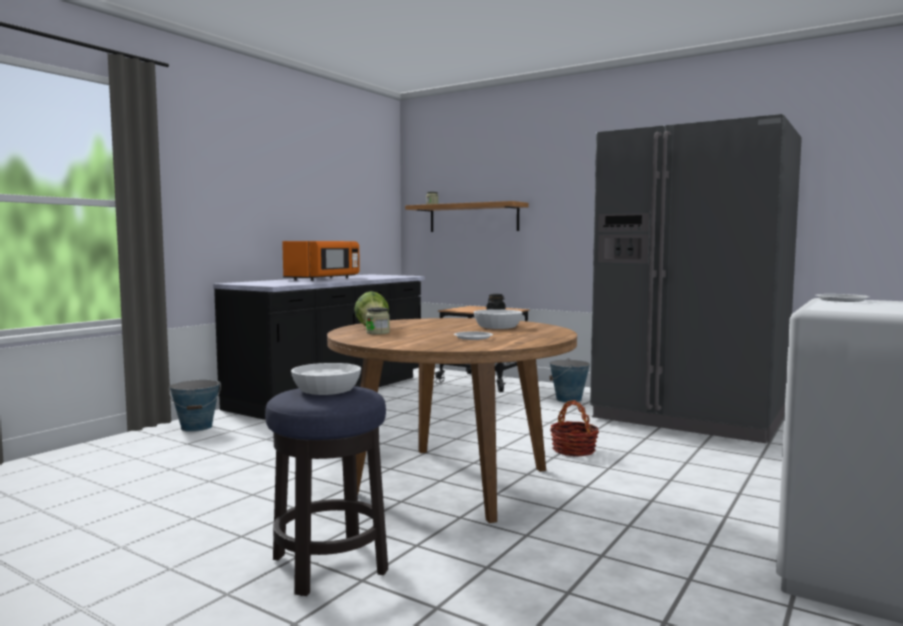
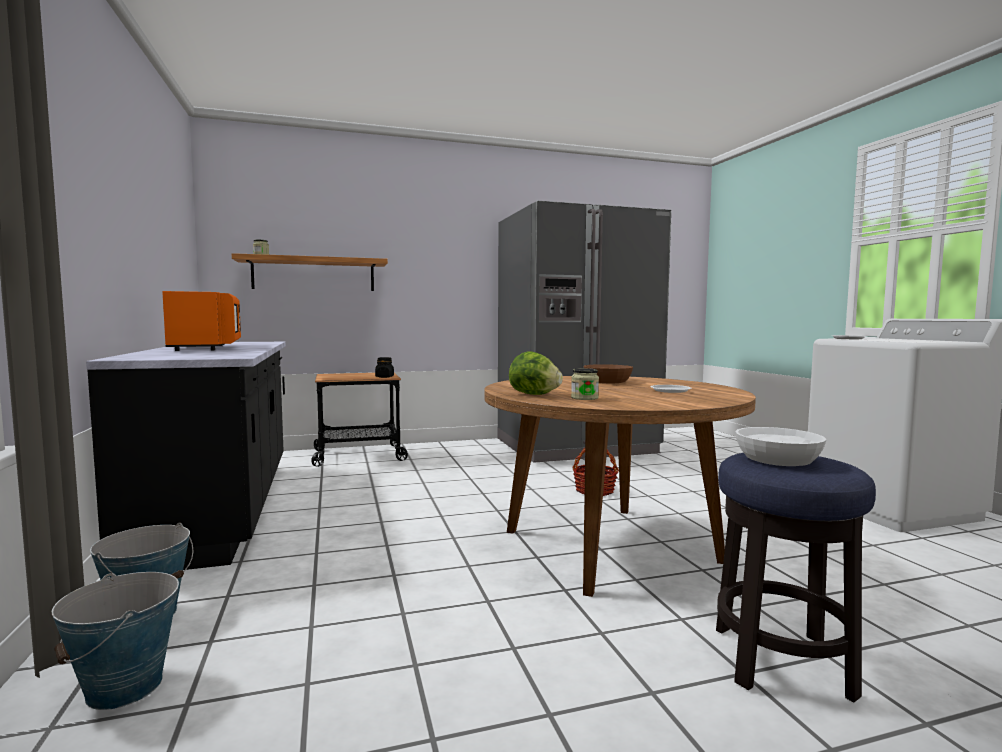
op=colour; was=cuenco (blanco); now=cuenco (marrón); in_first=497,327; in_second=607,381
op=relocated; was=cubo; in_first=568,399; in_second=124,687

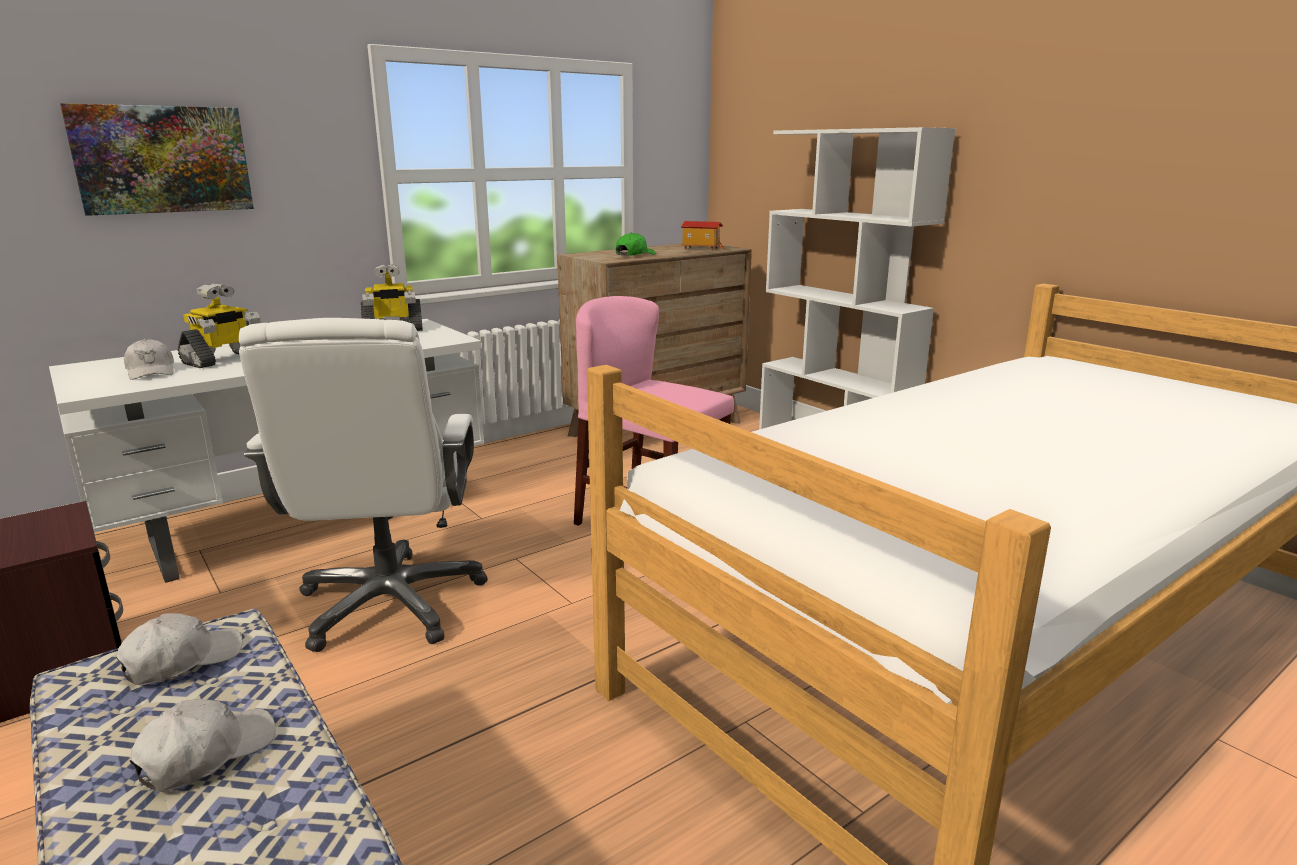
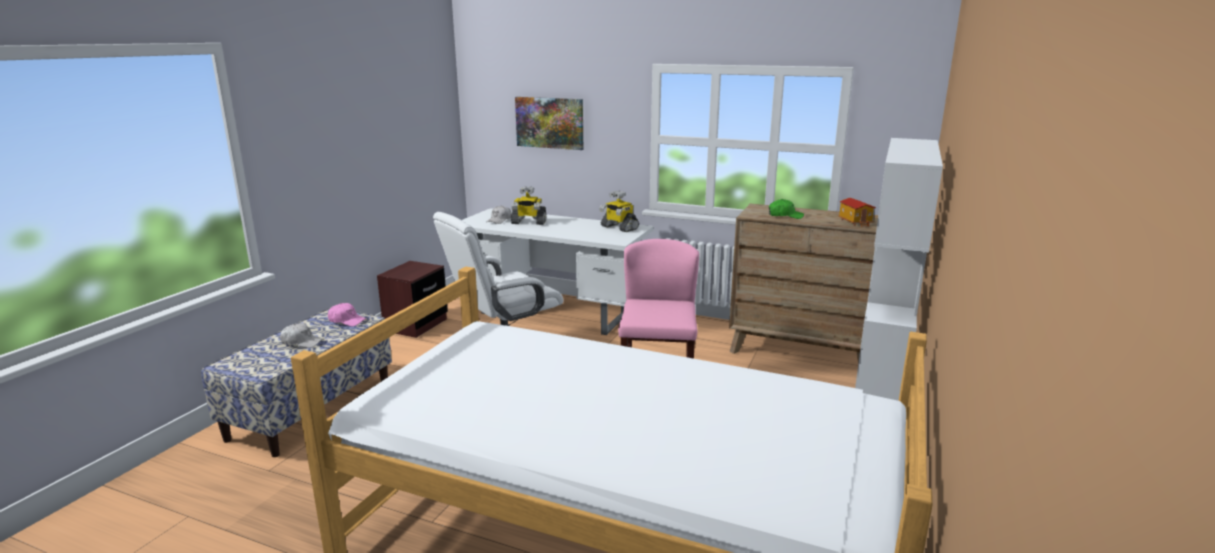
op=colour; was=gorra (blanco); now=gorra (rosa); in_first=182,661; in_second=347,320

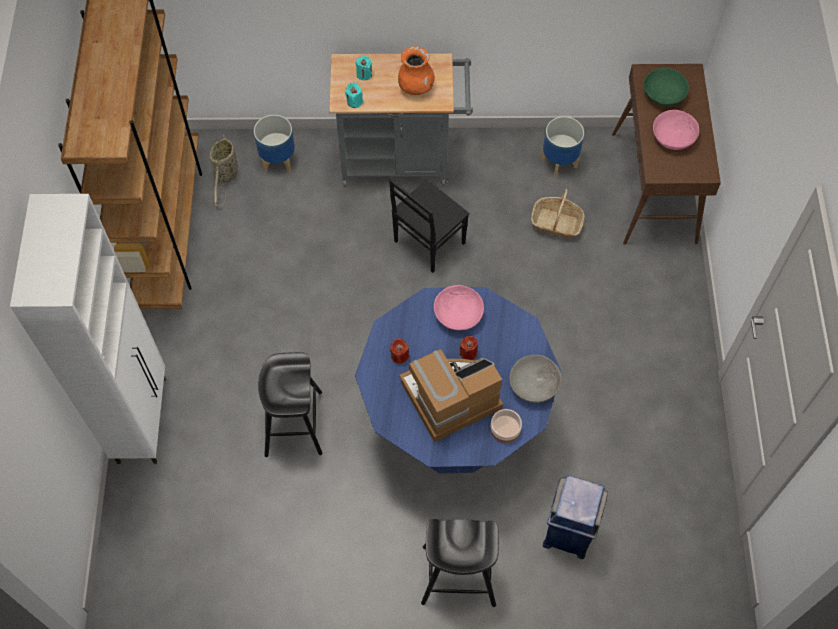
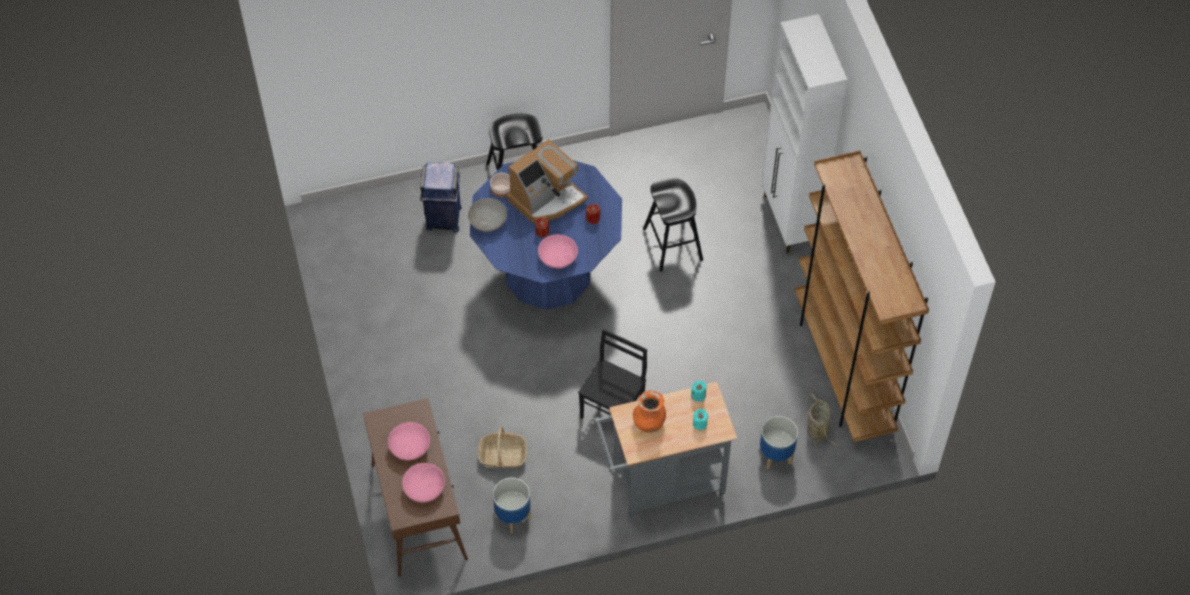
op=colour; was=cuenco (verde); now=cuenco (rosa); in_first=663,95; in_second=424,488

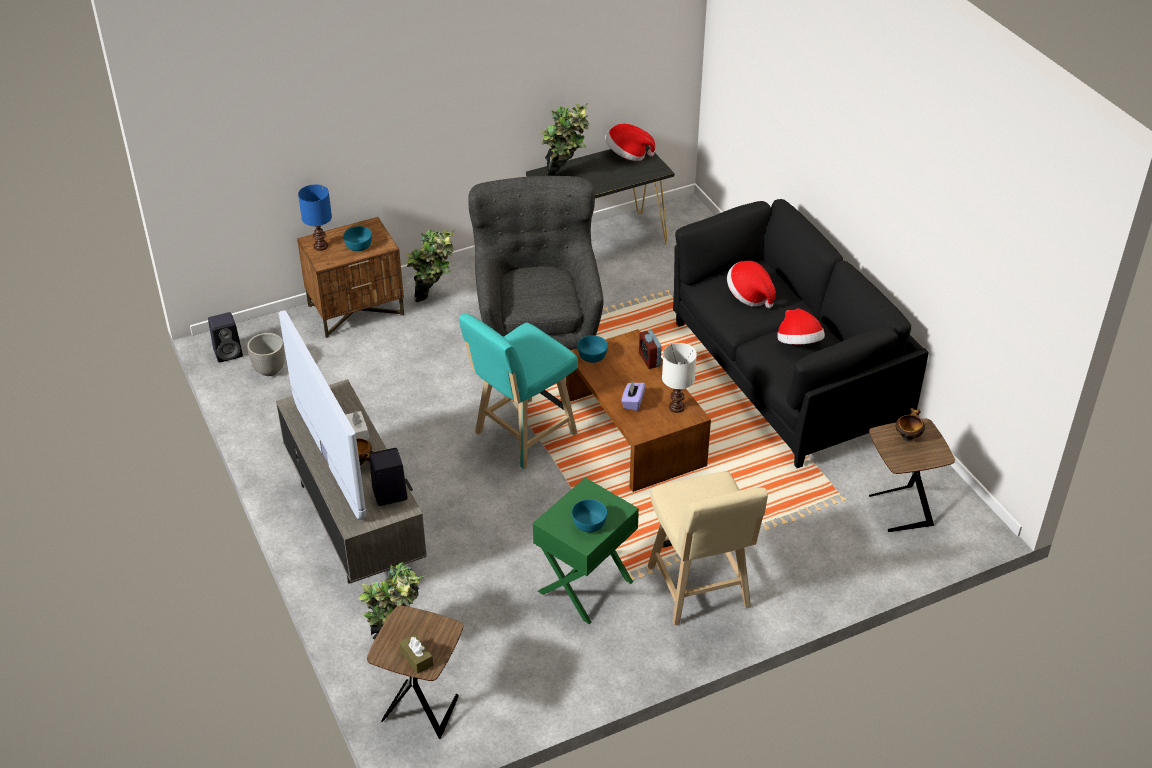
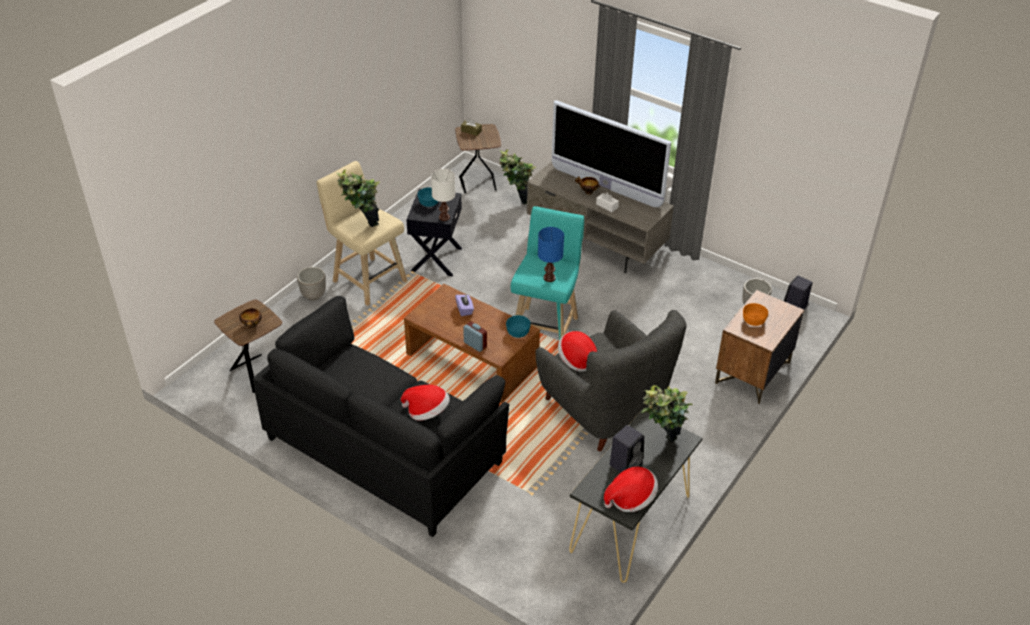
op=relocated; was=lámpara de mesa (azul); in_first=321,246; in_second=549,278
op=colour; was=cuenco (turquesa); now=cuenco (naranja); in_first=358,245; in_second=754,320
op=relocated; was=planta en maceta; in_first=434,299; in_second=363,227
op=relocated; was=sombrero; in_first=798,344; in_second=578,361
op=relocated; was=lámpara de mesa (blanco); in_first=677,407; in_second=444,217
op=relocated; was=altavoz (negro); in_first=388,494; in_second=626,463
op=colour; was=mesa auxiliar (verde); now=mesa auxiliar (negro); in_first=586,587; in_second=435,259
op=appeared; now=maceta; in_second=313,296

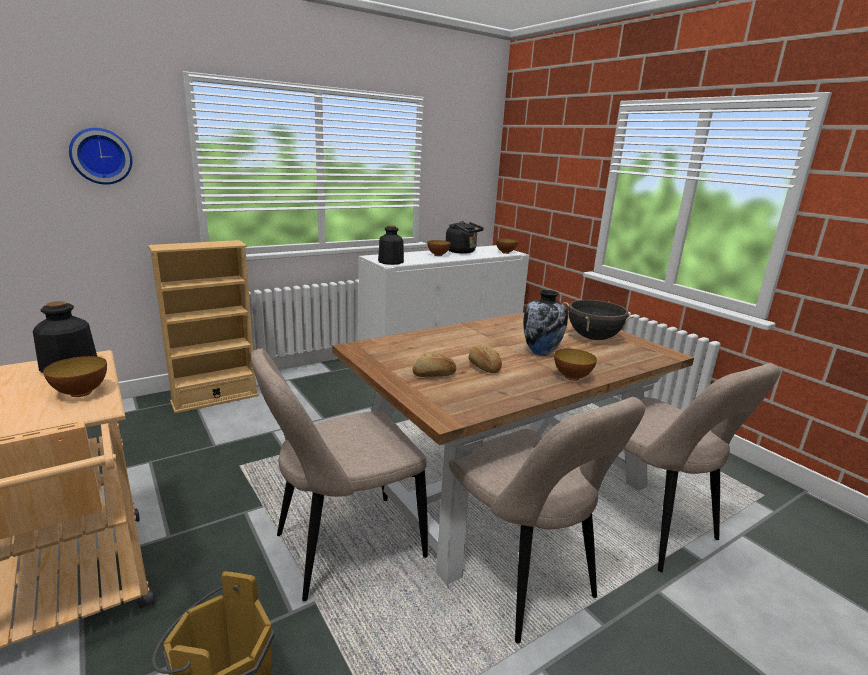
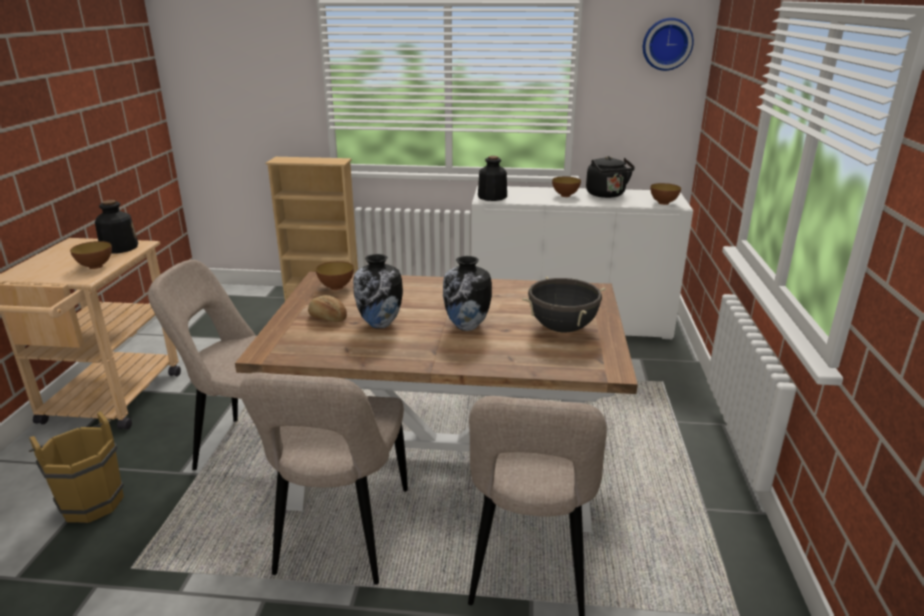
op=relocated; was=reloj de pared; in_first=101,156; in_second=667,44
op=exchanged; was=pan; now=florero; in_first=483,367; in_second=380,324
op=relocated; was=cuenco; in_first=572,377; in_second=336,287

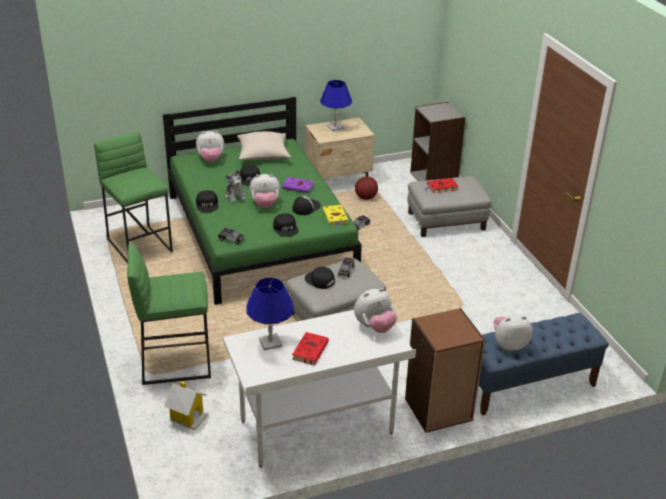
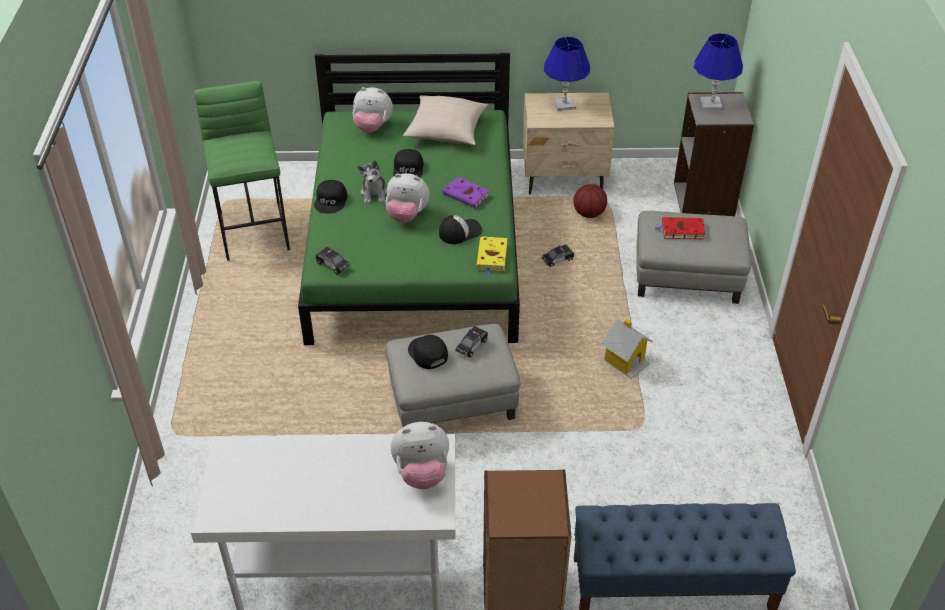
op=missing; was=gorra (negro); in_first=286,228
op=missing; was=taburete (verde); in_first=176,362
op=relocated; was=lámpara de mesa (azul); in_first=270,343; in_second=711,104
op=missing; was=peluche; in_first=509,344
op=missing; was=libro (rojo); in_first=310,350
op=relocated; was=casita; in_first=188,417; in_second=625,361

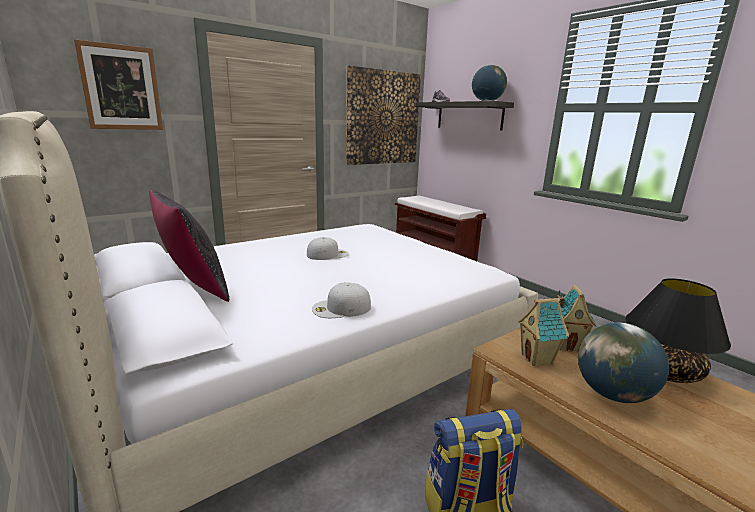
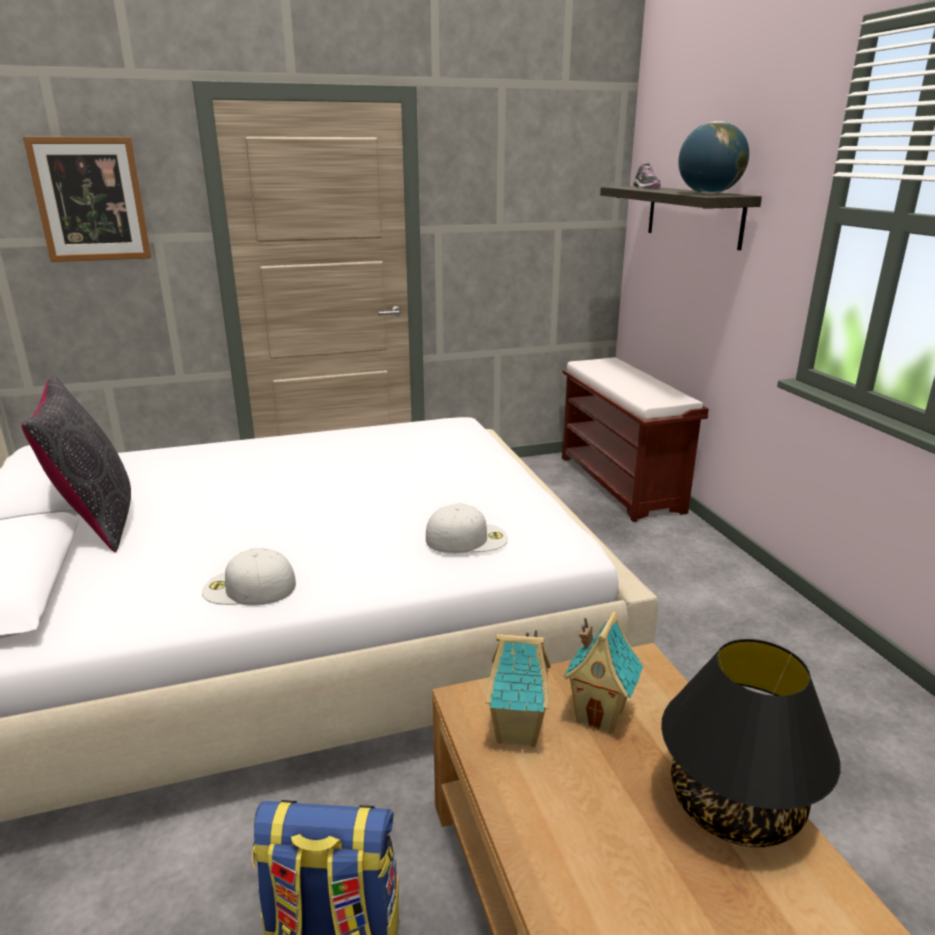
op=missing; was=cuadro; in_first=383,118
op=relocated; was=gorra (blanco); in_first=328,254; in_second=467,538
op=missing; was=globo terráqueo; in_first=613,394

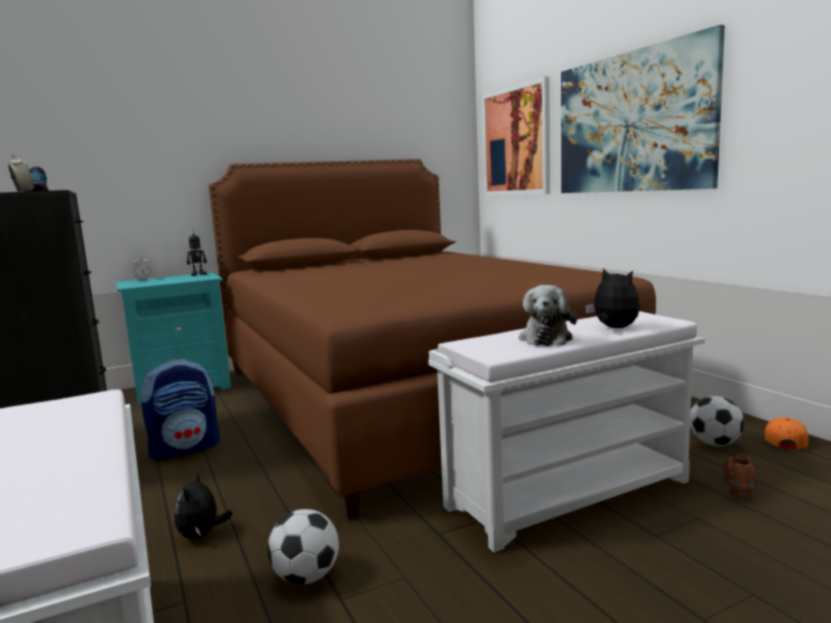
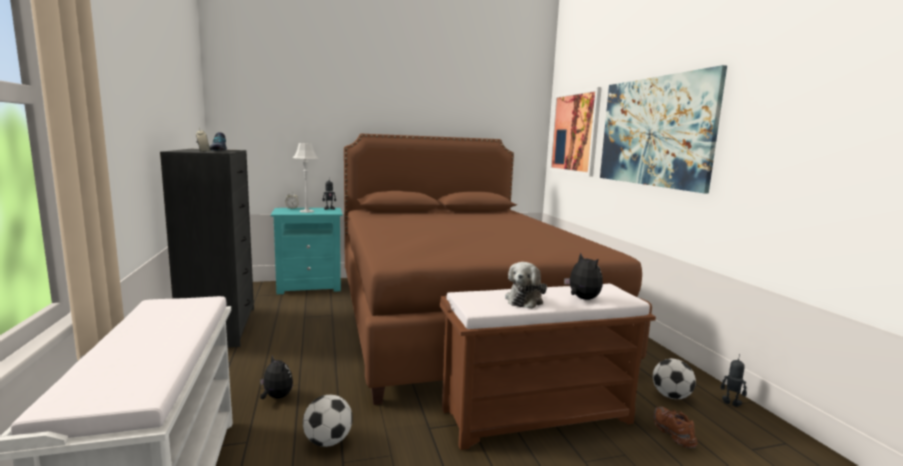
op=colour; was=banco (blanco); now=banco (marrón); in_first=570,493; in_second=537,415
op=missing; was=mochila; in_first=185,448
op=exchanged; was=gorra (naranja); now=robot de juguete; in_first=784,440; in_second=731,403
op=spun; was=zapato (marrón); in_first=739,484; in_second=672,433; clockwise=-45
op=spun; was=peluche; in_first=201,535; in_second=276,397; clockwise=120
op=appeared; now=lámpara de mesa (gris); in_second=306,211

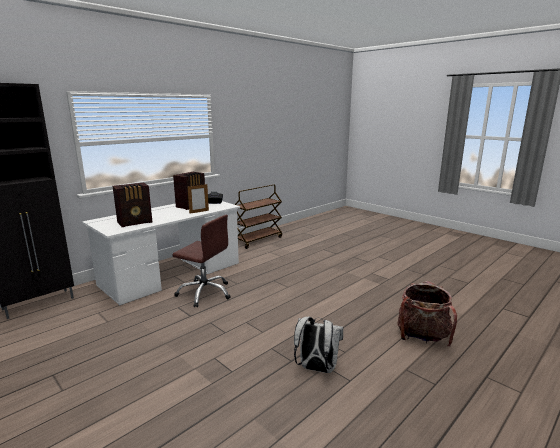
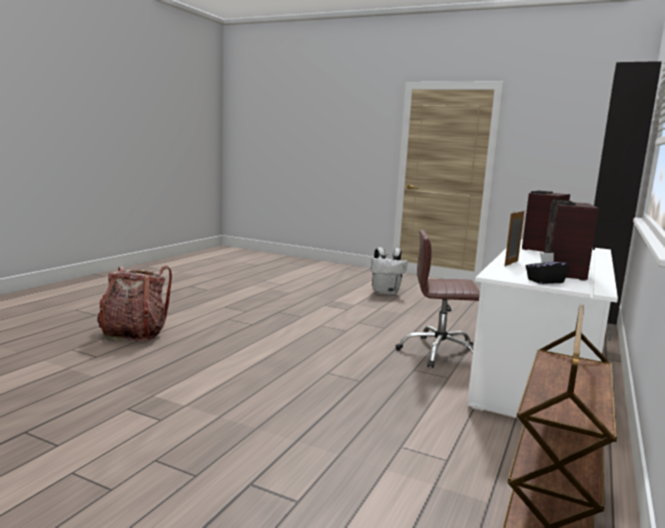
op=relocated; was=mochila (blanco); in_first=316,368; in_second=386,293

